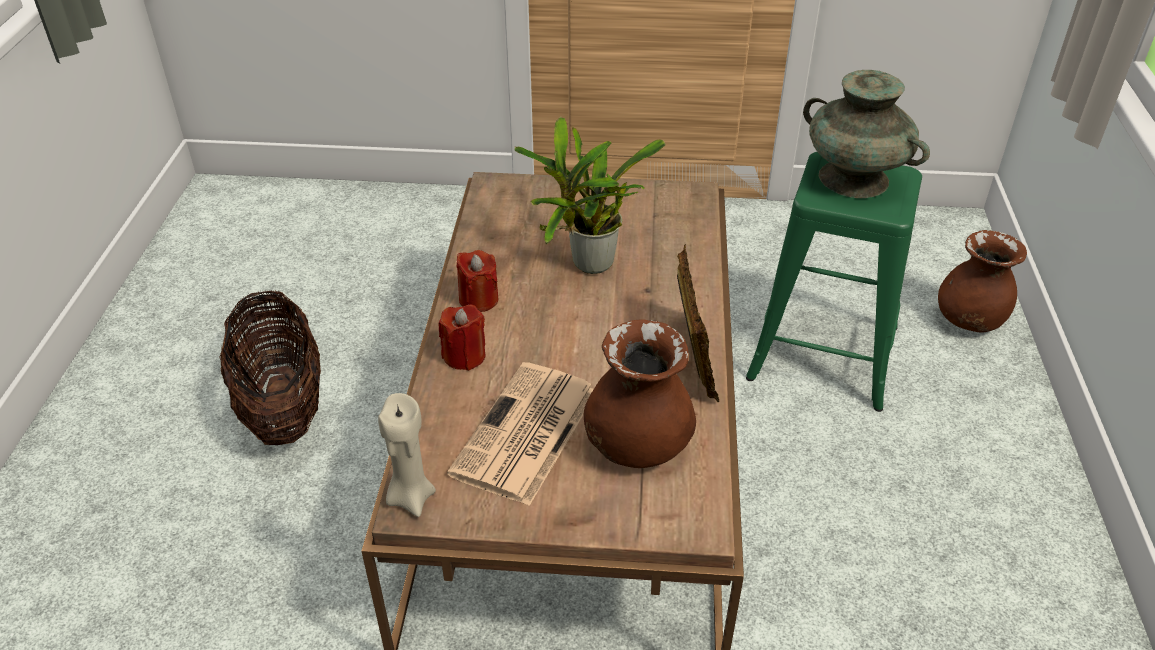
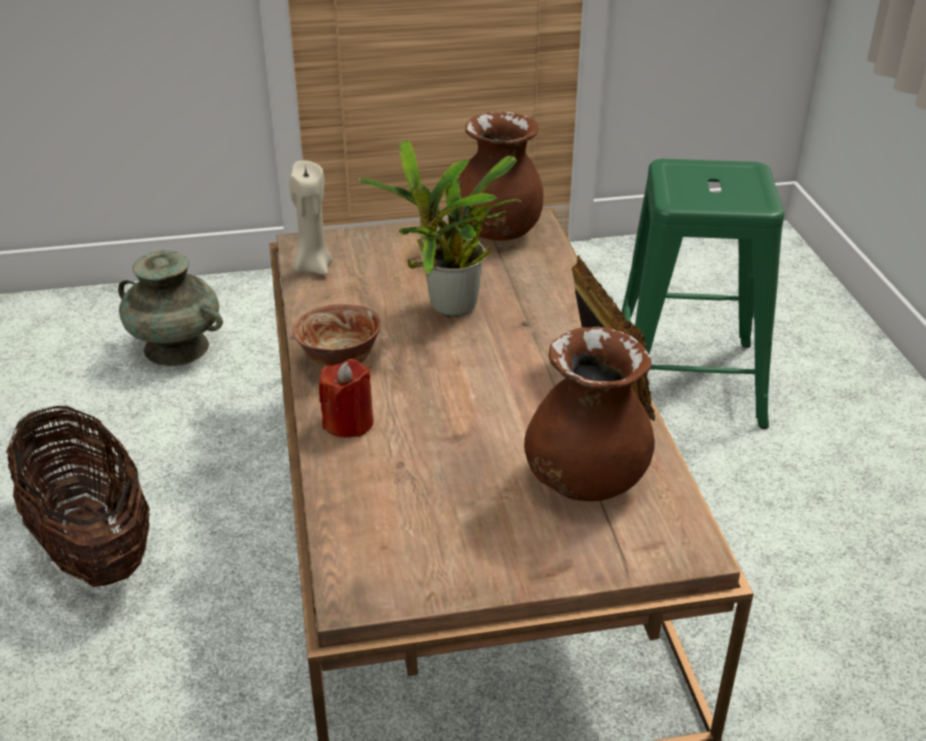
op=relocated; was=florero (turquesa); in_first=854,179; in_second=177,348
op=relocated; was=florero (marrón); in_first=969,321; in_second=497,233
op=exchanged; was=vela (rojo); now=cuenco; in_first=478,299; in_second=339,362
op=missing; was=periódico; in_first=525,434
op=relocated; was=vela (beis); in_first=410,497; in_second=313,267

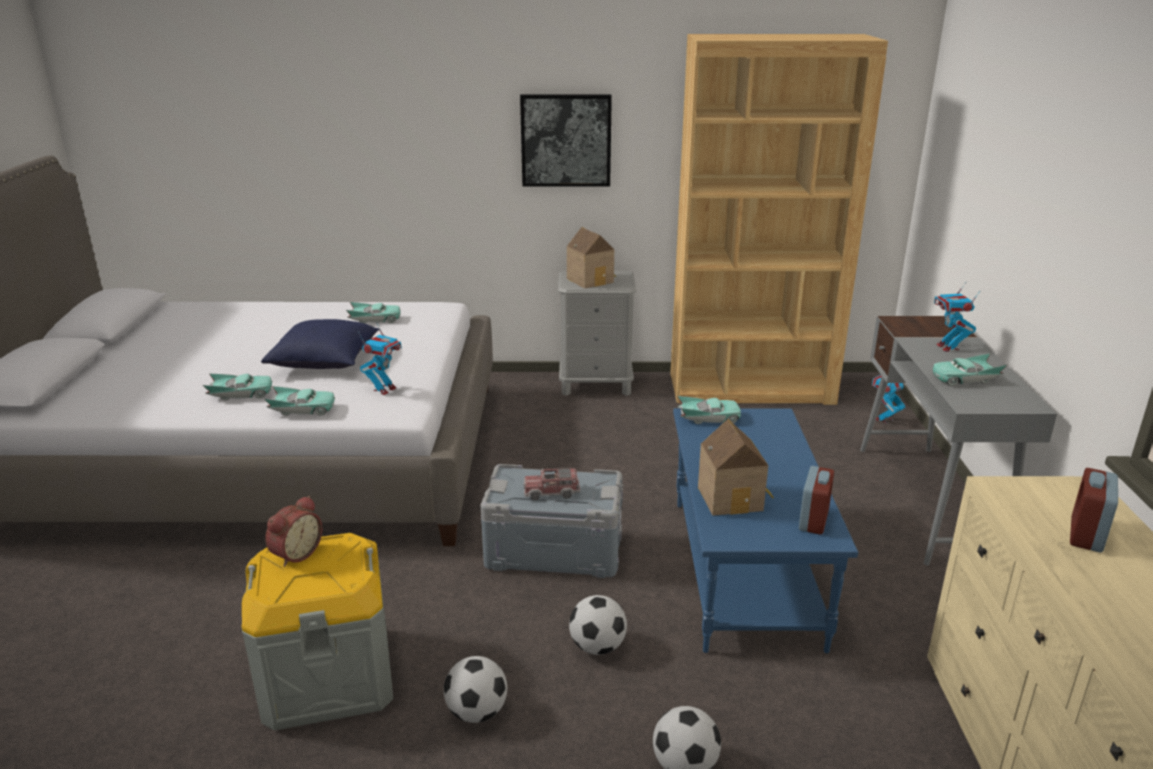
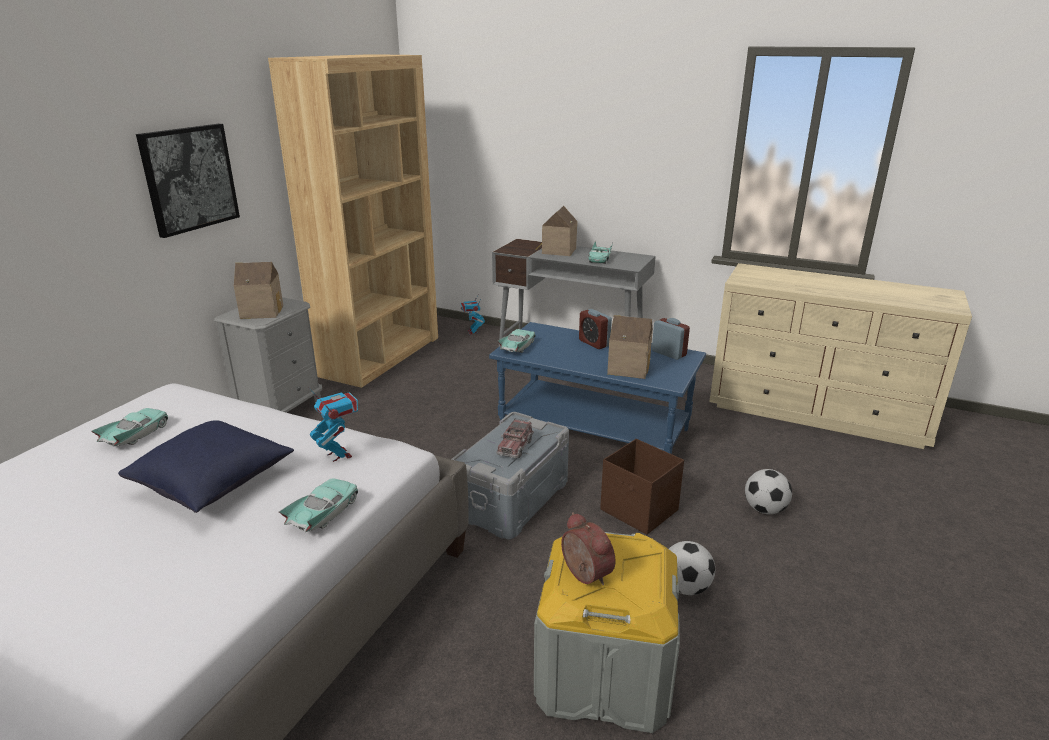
op=exchanged; was=robot de juguete; now=casita; in_first=948,347; in_second=557,251
op=missing; was=coche de juguete (turquesa); in_first=241,394
op=relocated; was=despertador; in_first=1086,535; in_second=594,343
op=exchanged; was=balón de fútbol; now=caja de almacenaje (marrón); in_first=597,647; in_second=639,511

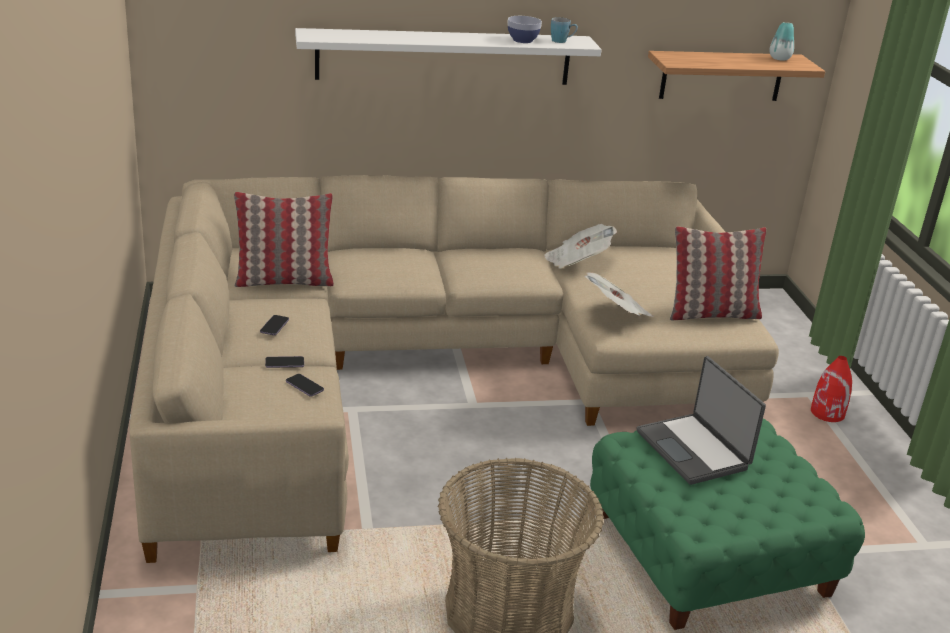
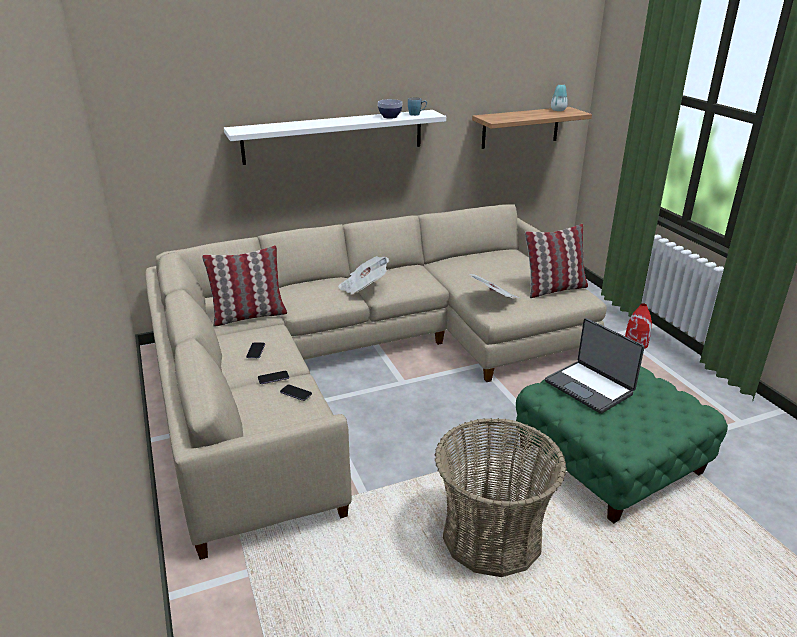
op=relocated; was=periódico; in_first=577,262; in_second=363,287

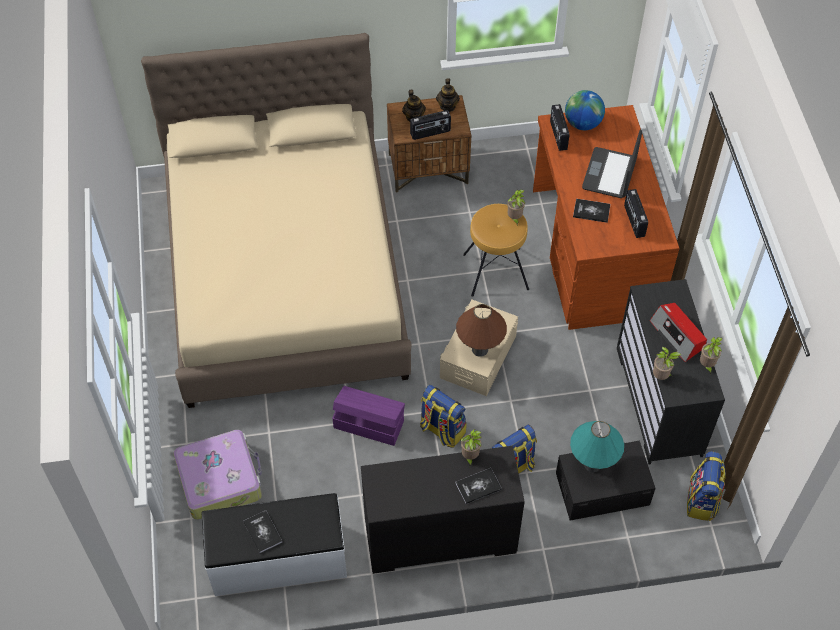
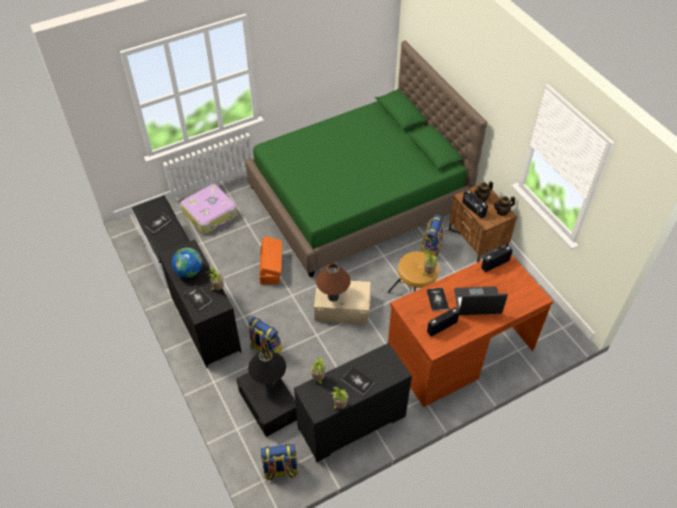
op=colour; was=cama (beis); now=cama (verde); in_first=285,274; in_second=358,198
op=relocated; was=globo terráqueo; in_first=582,123; in_second=189,271
op=exchanged; was=radio; now=libro; in_first=677,336; in_second=358,381
op=relocated; was=mochila; in_first=441,430; in_second=430,249
op=colour; was=caja de almacenaje (morado); now=caja de almacenaje (naranja); in_first=368,423; in_second=271,267
op=colour; was=lámpara de mesa (turquesa); now=lámpara de mesa (negro); in_first=592,464; in_second=269,382

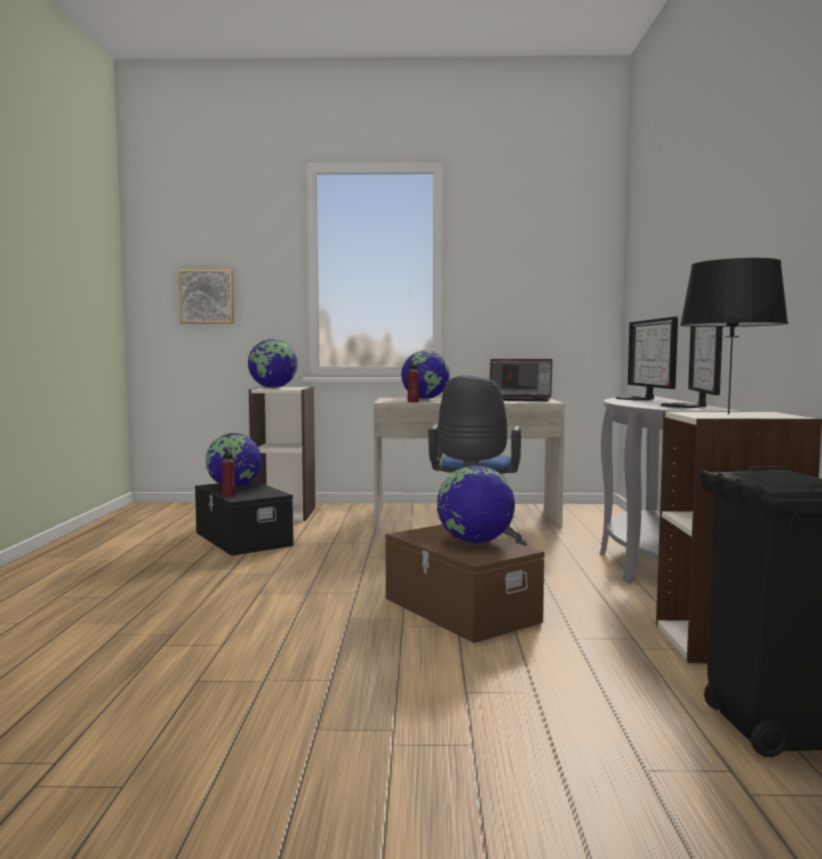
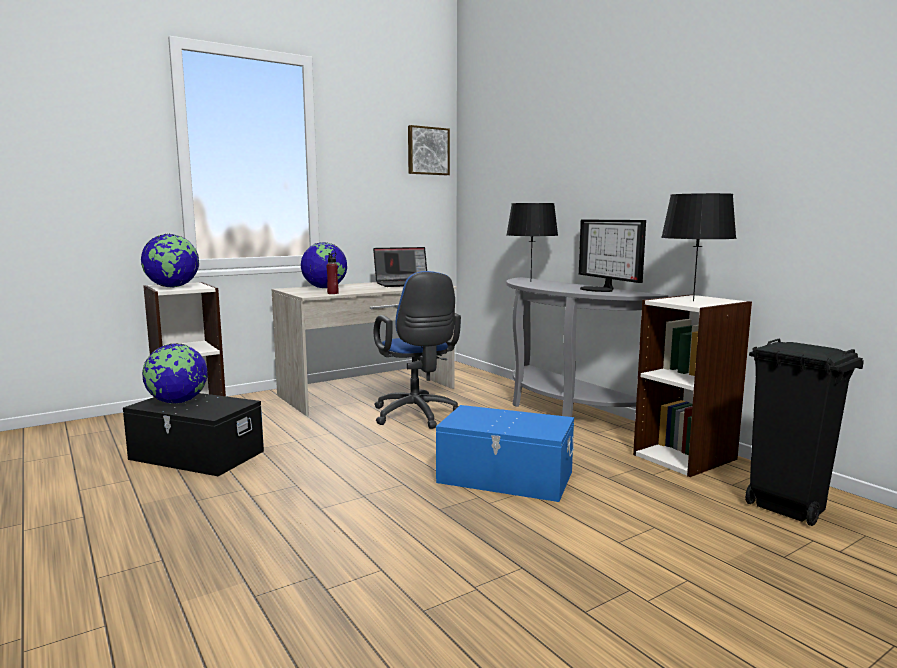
op=relocated; was=cuadro; in_first=207,297; in_second=427,151
op=exchanged; was=monitor; now=lámpara de mesa (negro); in_first=638,399; in_second=531,282
op=missing; was=botella (rojo); in_first=229,495
op=missing; was=globo terráqueo; in_first=475,542
op=colour; was=caja de almacenaje (marrón); now=caja de almacenaje (azul); in_first=459,610; in_second=505,478

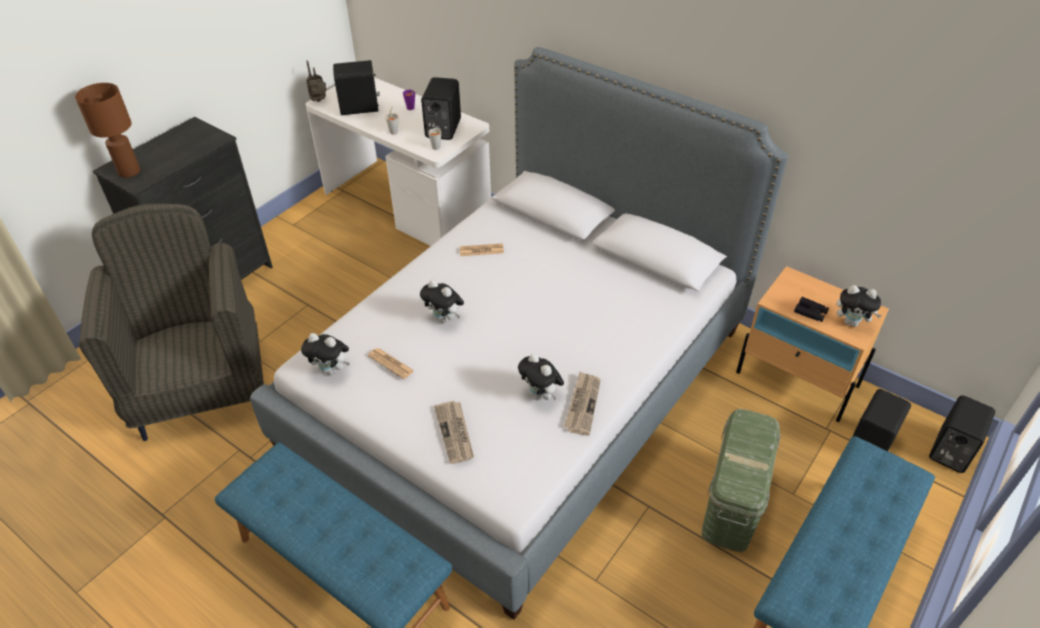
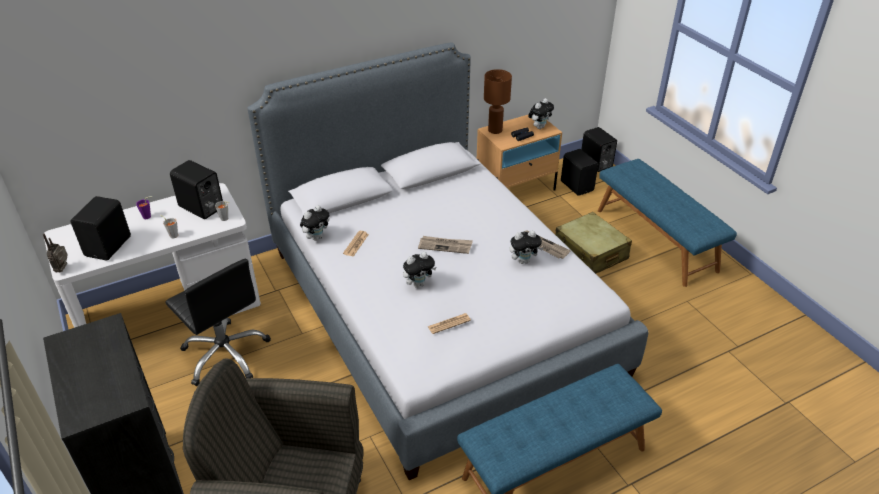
op=relocated; was=lámpara de mesa (marrón); in_first=129,171; in_second=494,130
op=relocated; was=peluche; in_first=331,370; in_second=316,237
op=relocated; was=periódico; in_first=455,433; in_second=445,246
op=exchanged; was=caja de almacenaje (verde); now=maleta (beis); in_first=732,504; in_second=590,252
op=appeared; now=silla de oficina (negro); in_second=226,354

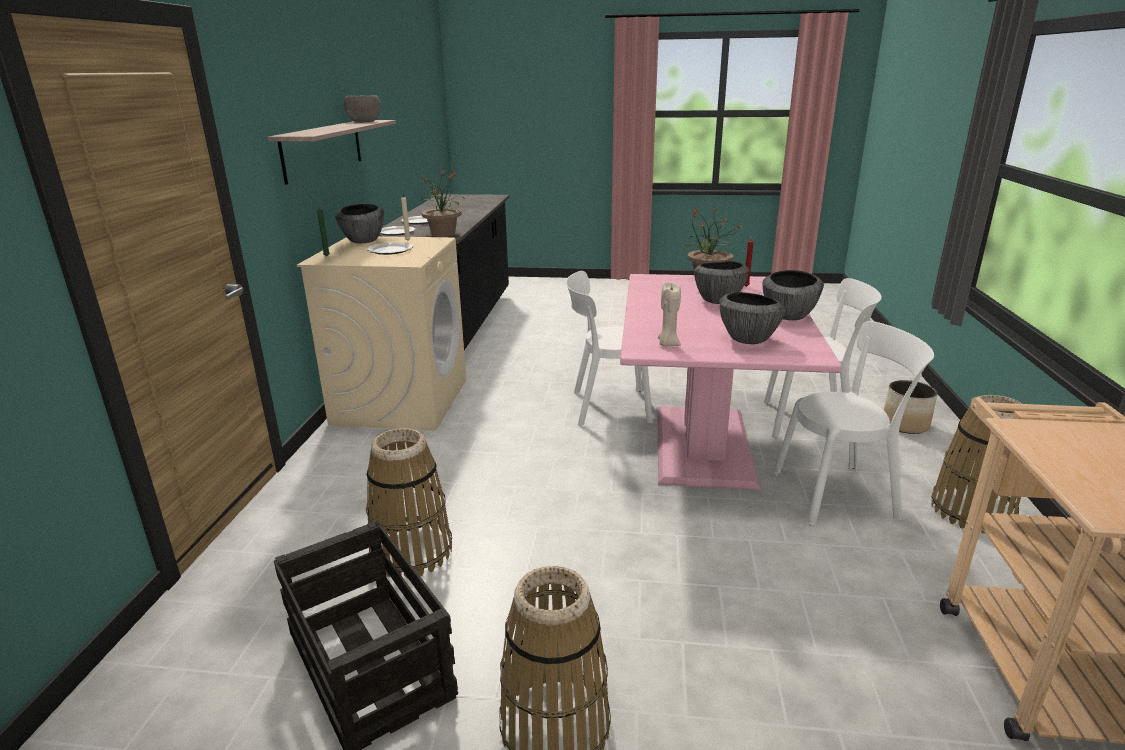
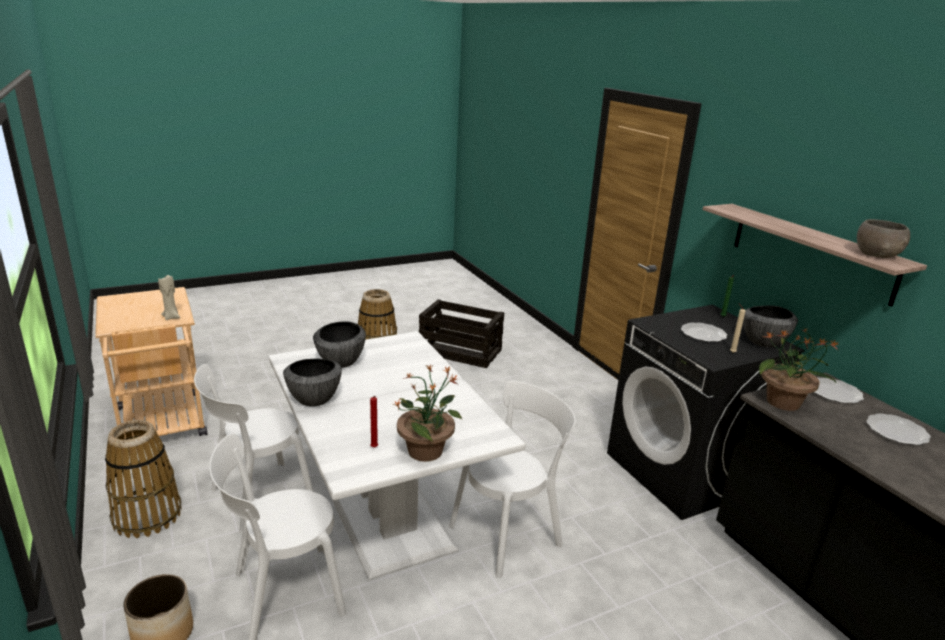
op=colour; was=lavadora (beis); now=lavadora (negro); in_first=401,401; in_second=683,472
op=missing; was=cuenco; in_first=718,301
op=colour; was=mesa de comedor (rosa); now=mesa de comedor (blanco); in_first=705,445; in_second=385,514
op=relocated; was=vela (beis); in_first=667,344; in_second=171,317
op=missing; was=cesta; in_first=411,551

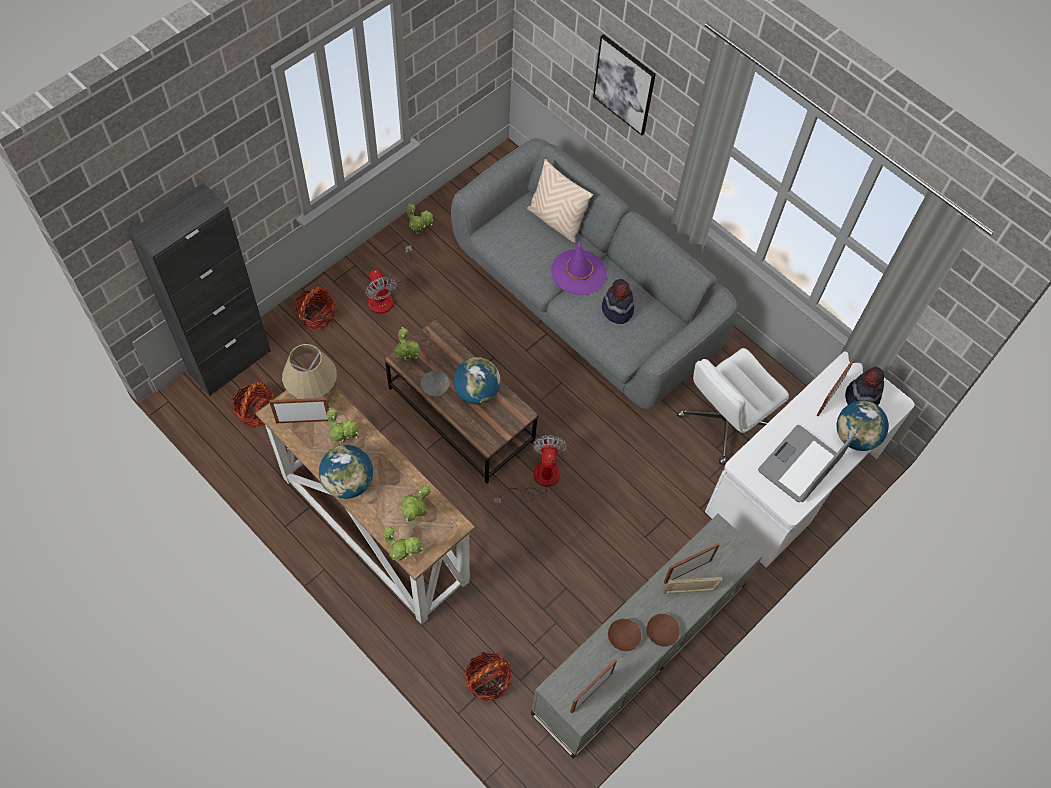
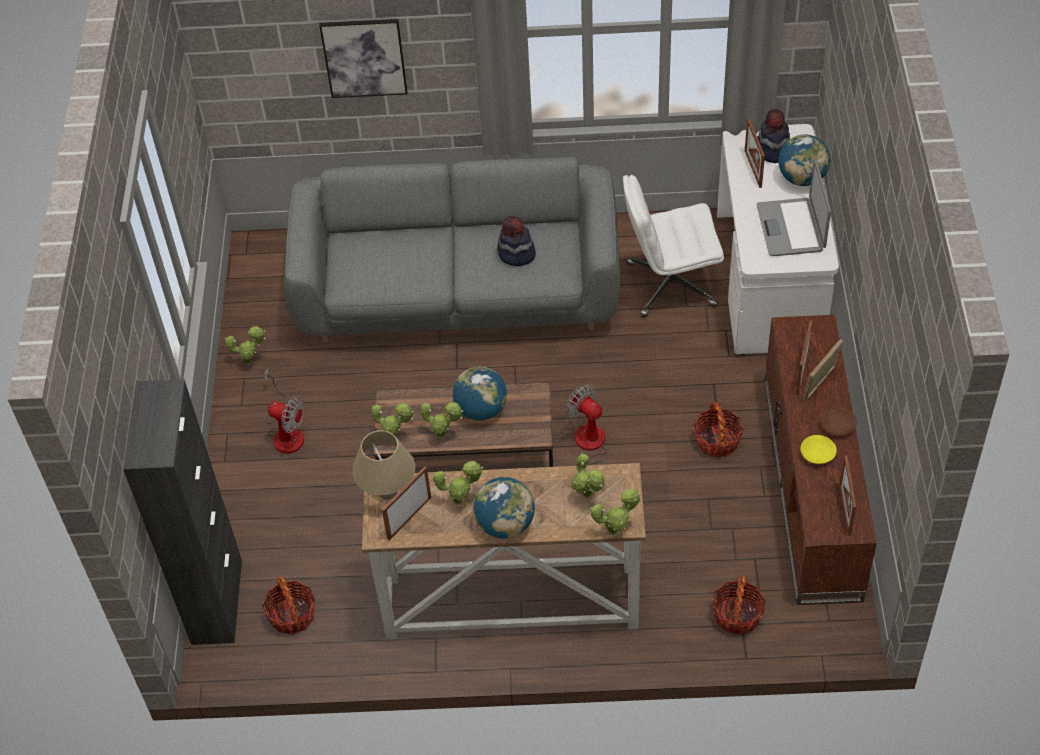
op=missing; was=cojín (beis); in_first=556,221
op=missing; was=sombrero (morado); in_first=578,272
op=relocated; was=cesta; in_first=317,315; in_second=717,440
op=spun; was=silla de oficina (blanco); in_first=723,423; in_second=670,285; clockwise=75
op=exchanged; was=cuenco (gris); now=planta en maceta; in_first=435,386; in_second=443,435
op=colour; was=mueble de televisión (gris); now=mueble de televisión (marrón); in_first=640,650; in_second=813,487
op=colour; was=cuenco (marrón); now=cuenco (amarillo); in_first=623,637; in_second=818,454

